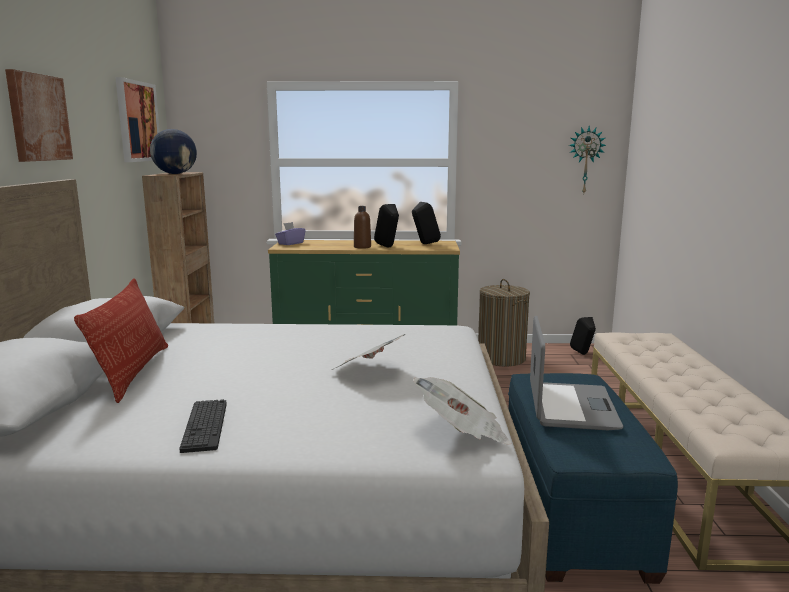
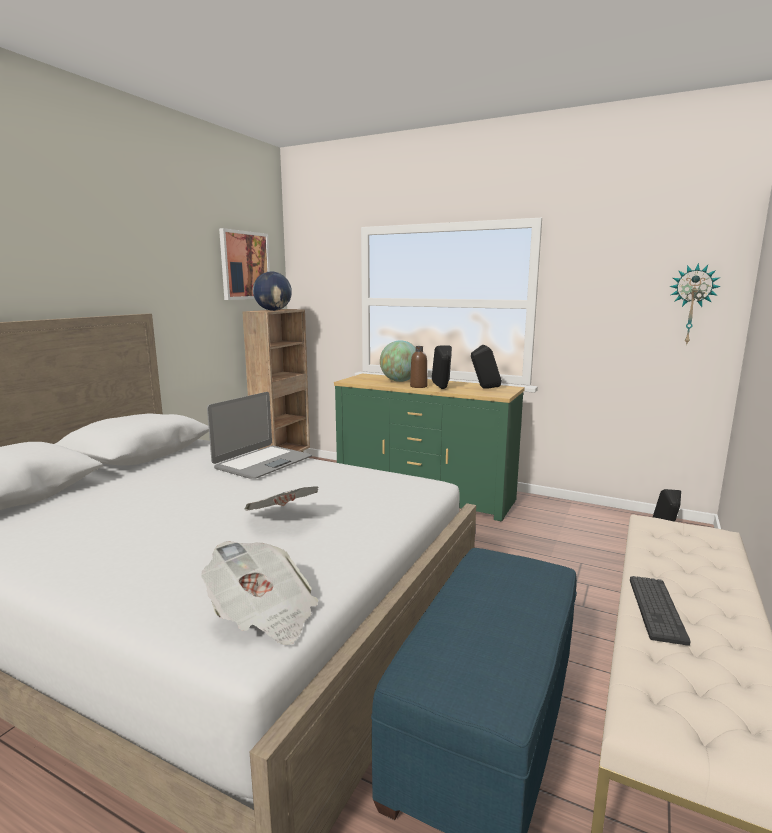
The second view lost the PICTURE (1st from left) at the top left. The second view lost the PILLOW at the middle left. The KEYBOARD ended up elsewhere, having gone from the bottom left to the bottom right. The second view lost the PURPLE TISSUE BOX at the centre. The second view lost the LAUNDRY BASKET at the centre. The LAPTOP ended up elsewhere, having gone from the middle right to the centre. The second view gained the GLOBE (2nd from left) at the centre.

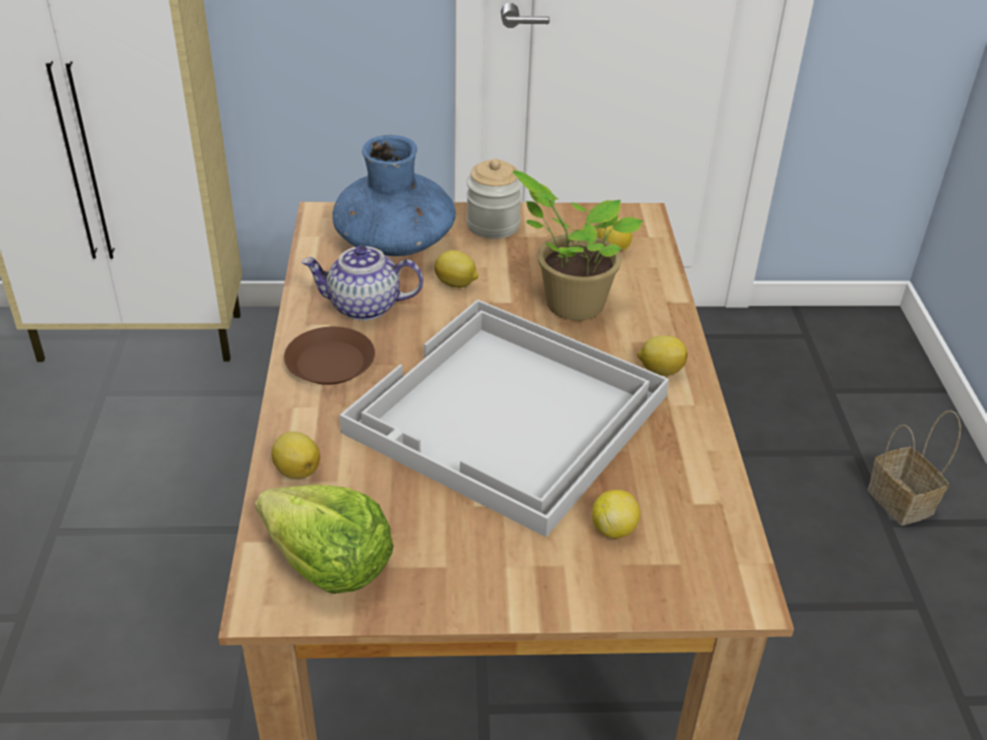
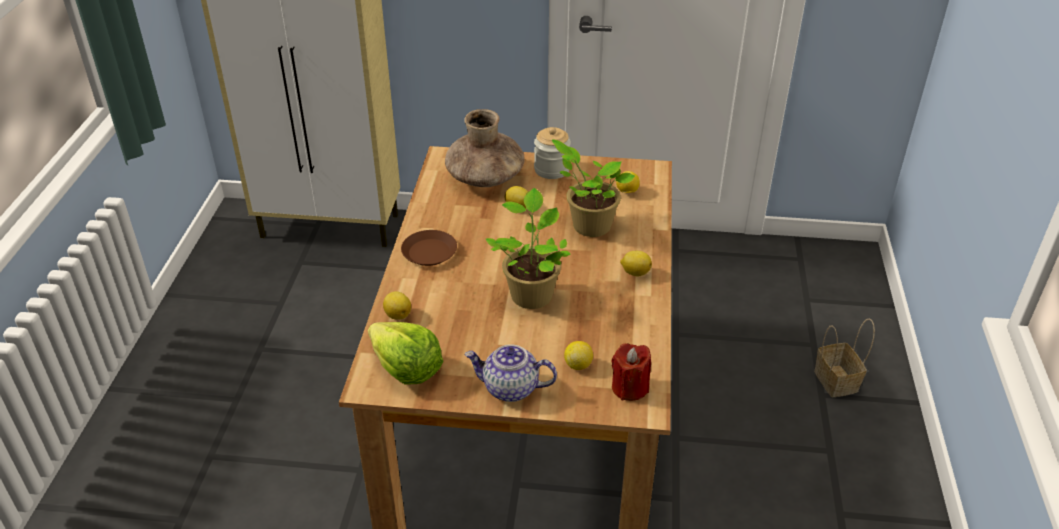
The TEAPOT ended up elsewhere, having gone from the centre to the bottom centre. What was the BLUE VASE at the top centre turned into the BROWN VASE at the top centre. Where the WHITE TRAY stood at the centre, the POTTED PLANT (1st from left) came to stand at the centre. The second view gained the RED CANDLE at the bottom centre.

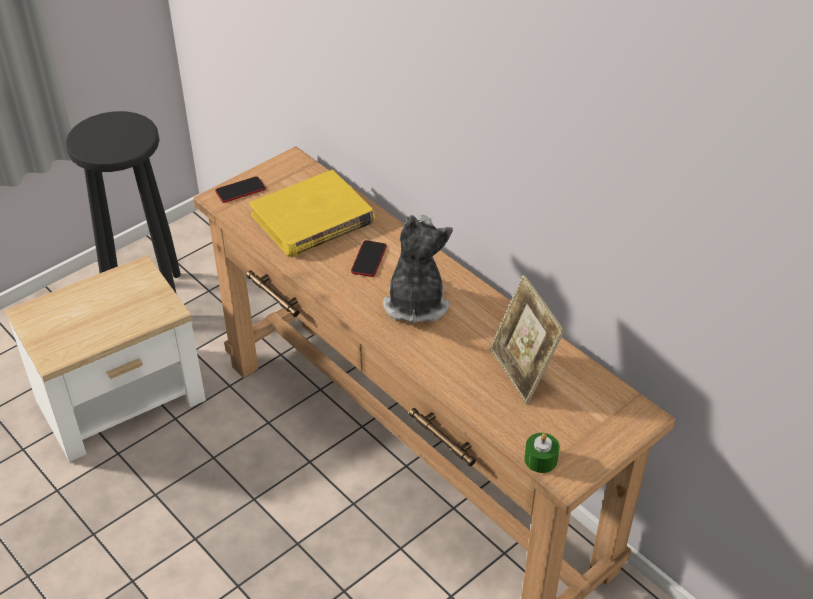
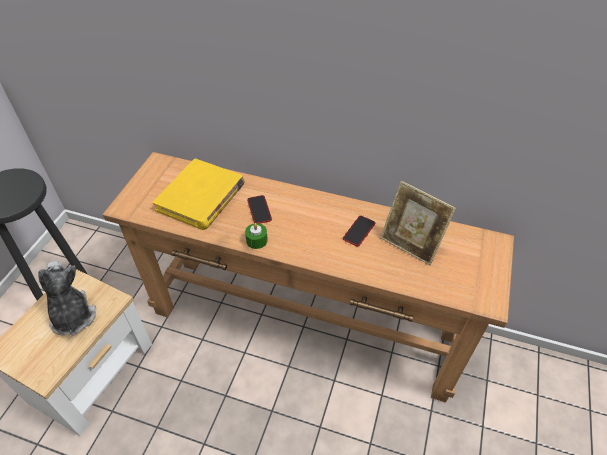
The PHONE (1st from left in the first image) ended up elsewhere, having gone from the top left to the centre. The PLUSH TOY ended up elsewhere, having gone from the centre to the middle left. The GREEN CANDLE ended up elsewhere, having gone from the bottom right to the centre.

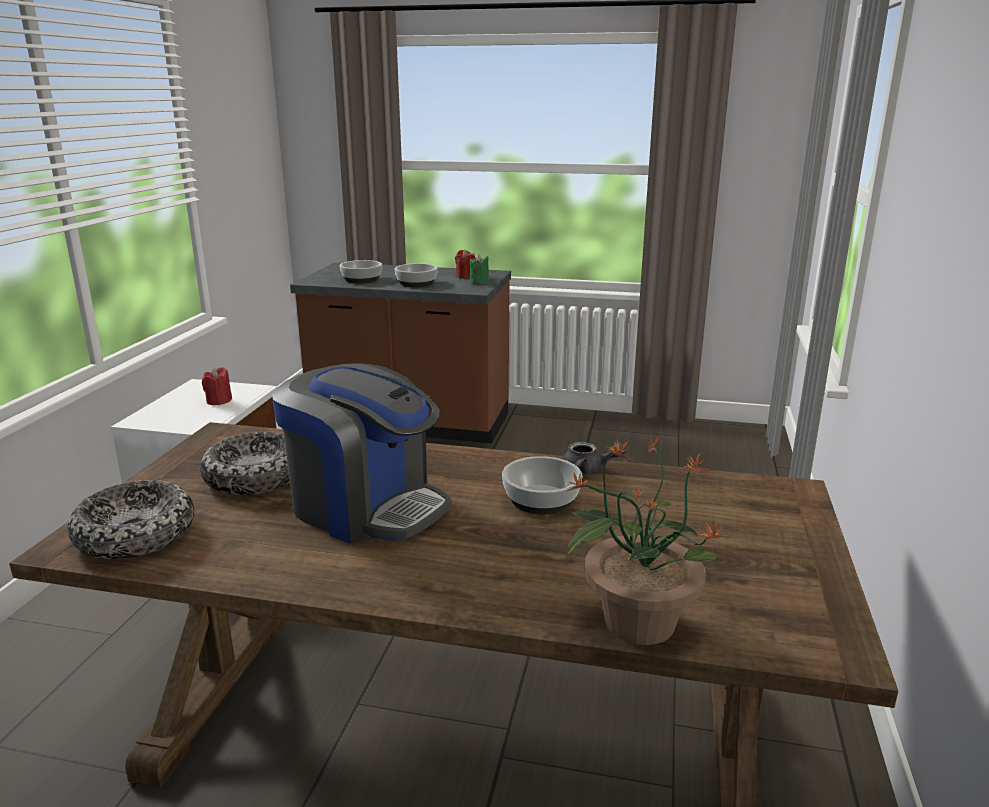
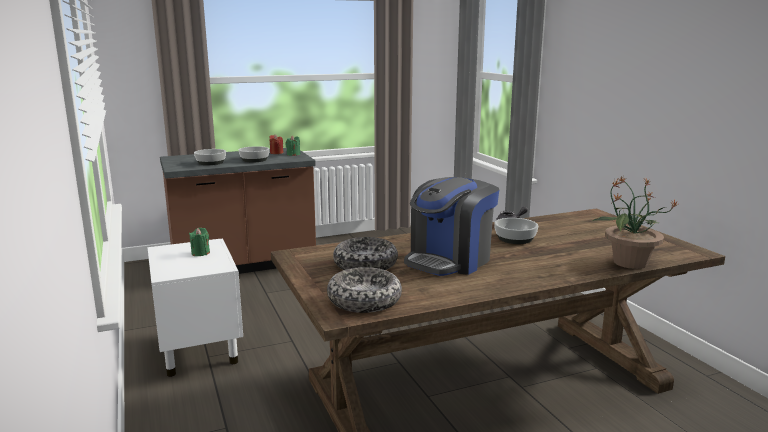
What was the RED CANDLE (1st from left) at the middle left turned into the GREEN CANDLE (1st from left) at the middle left. The COFFEE MACHINE at the centre ended up facing another way, 135 degrees clockwise from before.

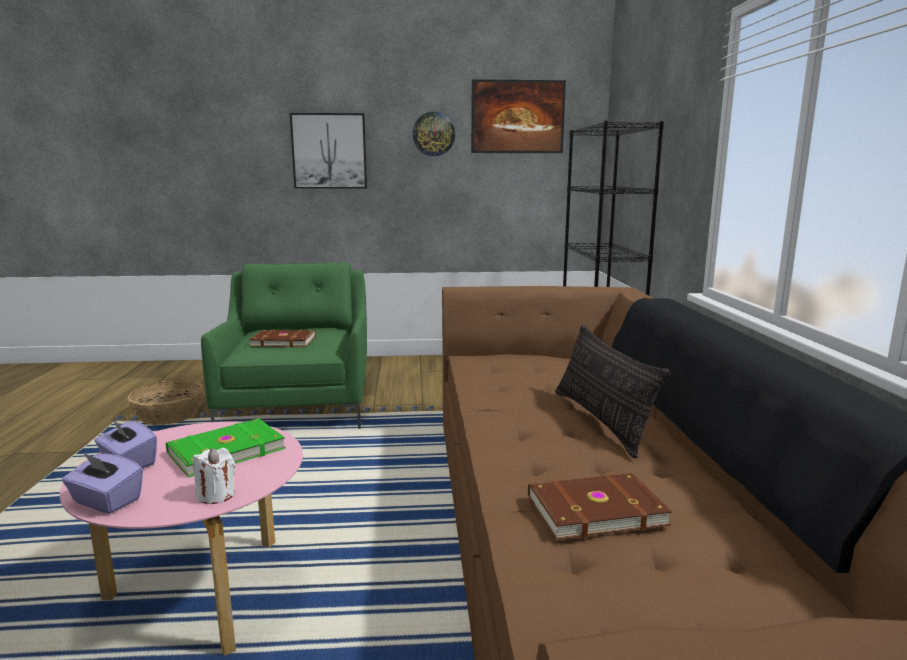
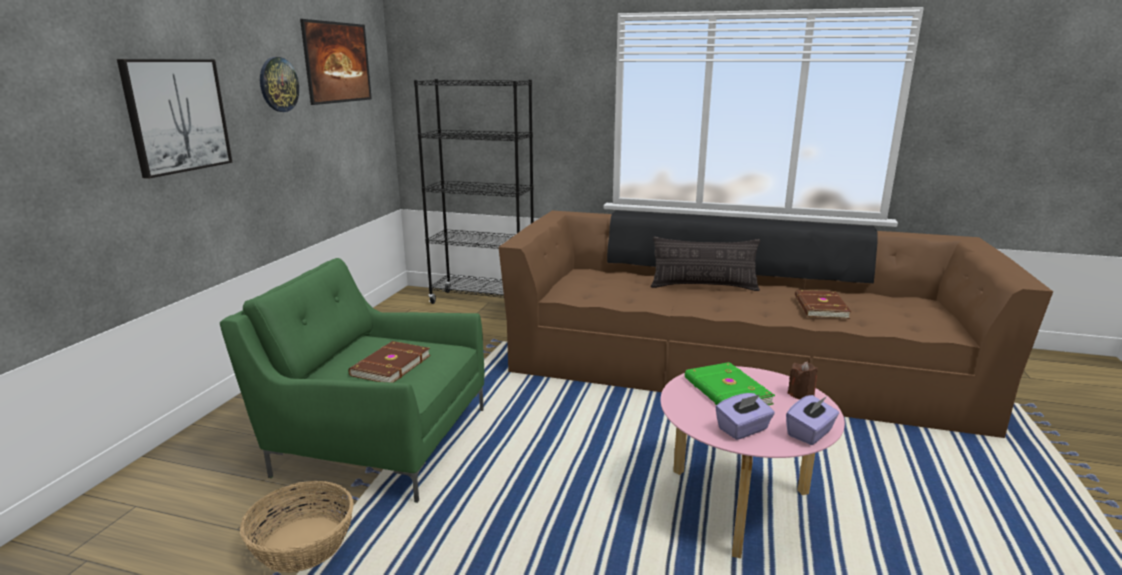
What was the WHITE CANDLE at the bottom left turned into the BROWN CANDLE at the middle right.

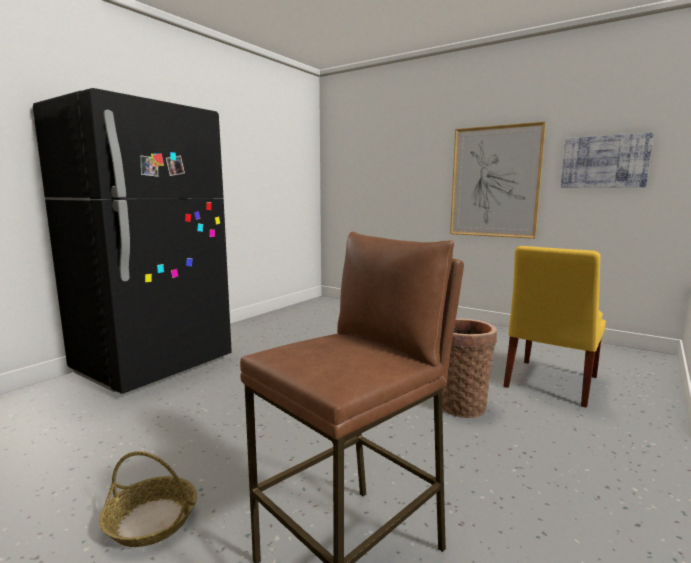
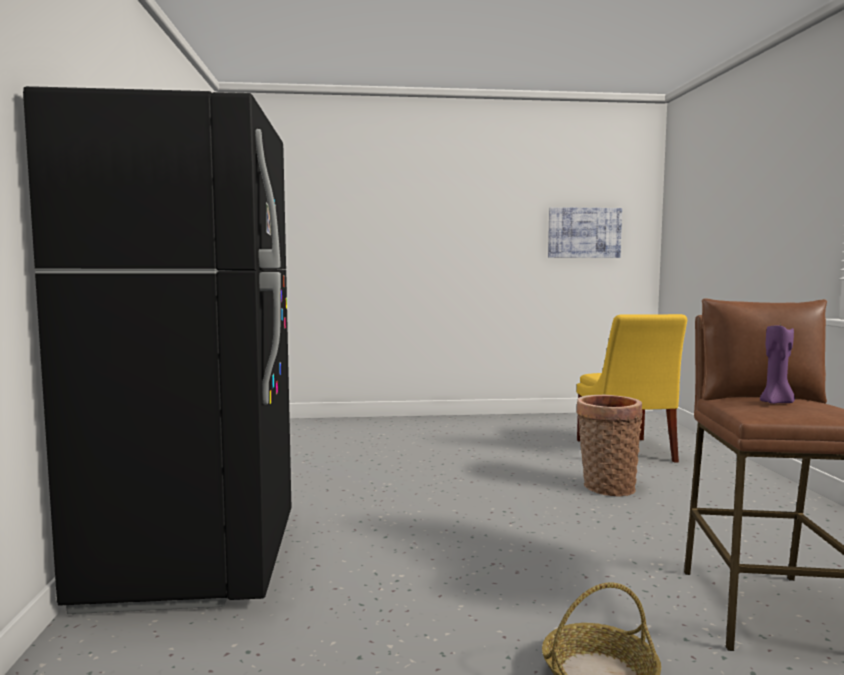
The second view lost the PICTURE (1st from left) at the top right. The second view gained the PURPLE CANDLE at the middle right.

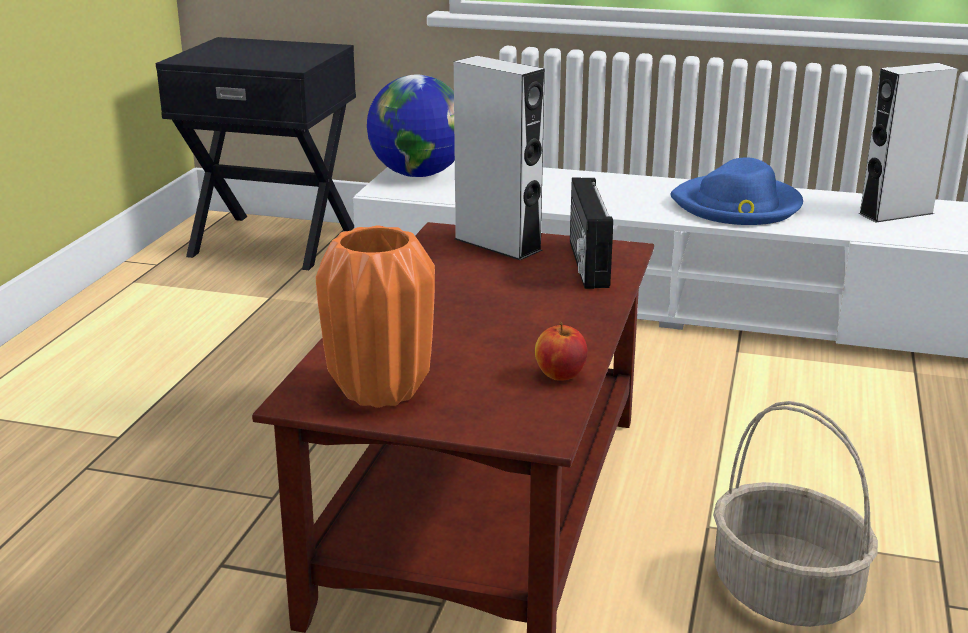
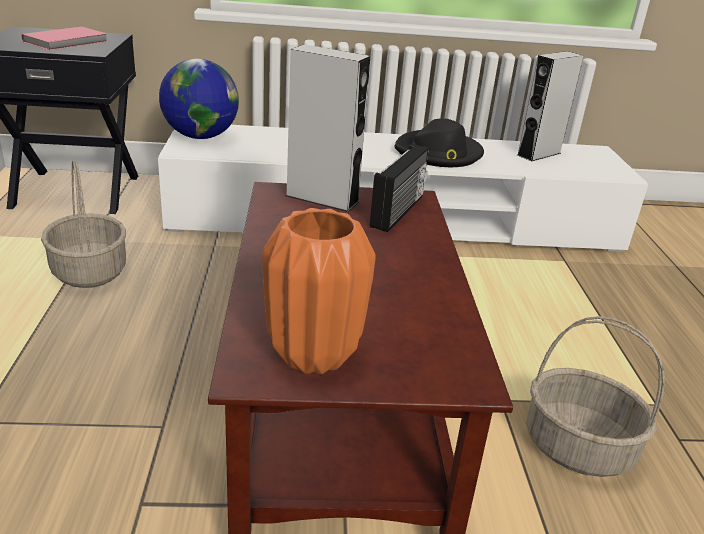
The second view lost the APPLE at the centre. The RADIO at the centre ended up facing another way, 135 degrees counterclockwise from before. What was the BLUE HAT at the top right turned into the BLACK HAT at the top centre. The second view gained the PINK BOOK at the top left. The second view gained the BASKET (1st from left) at the middle left.

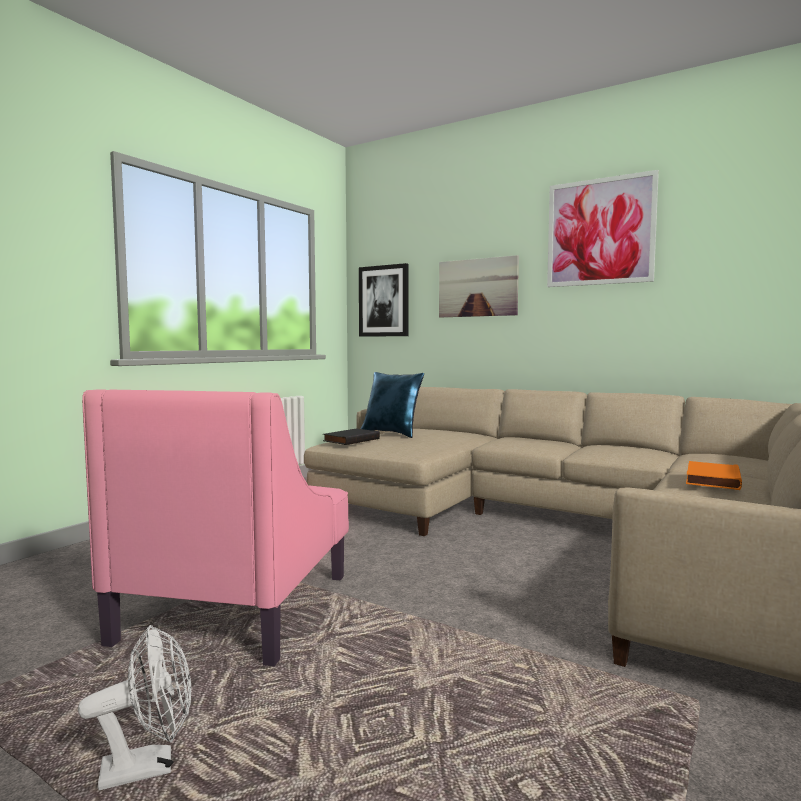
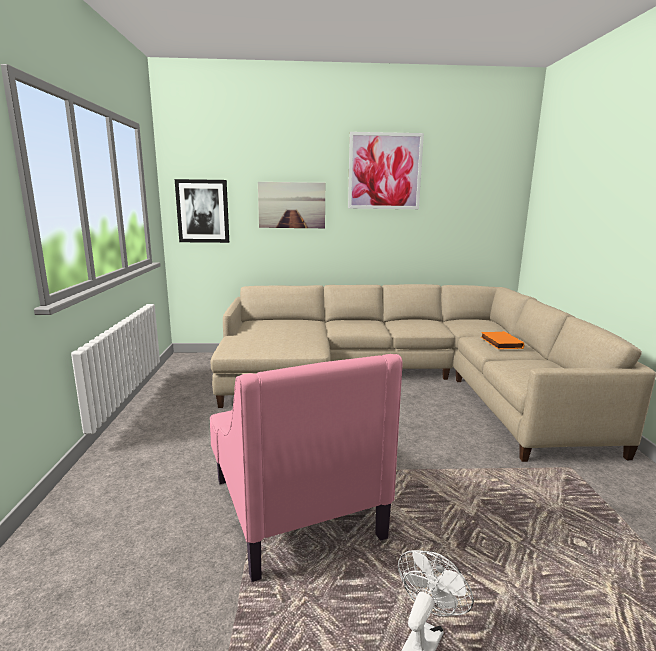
The second view lost the BLACK BOOK at the centre. The second view lost the BLUE PILLOW at the centre.

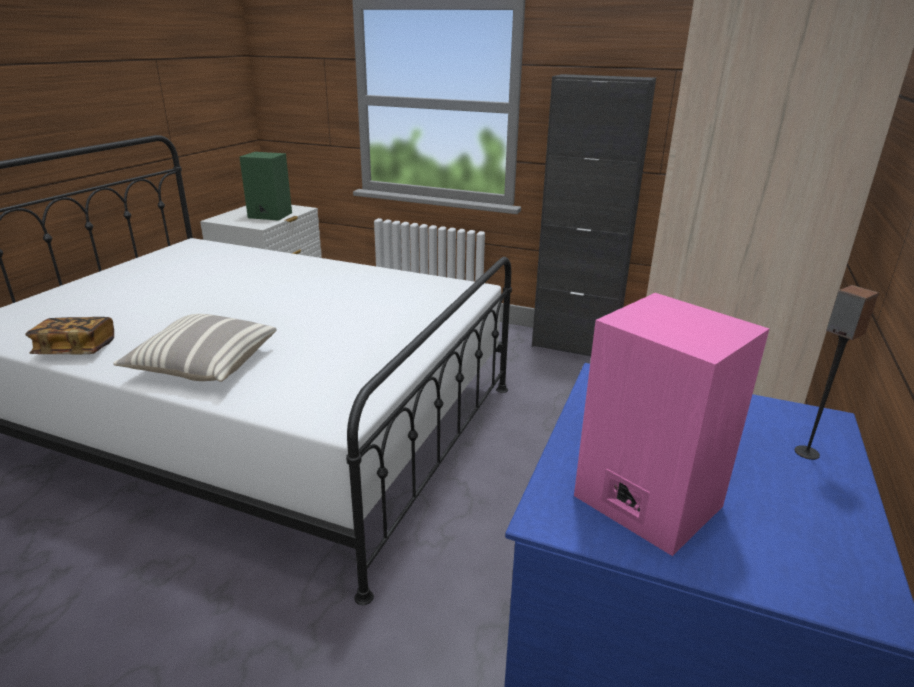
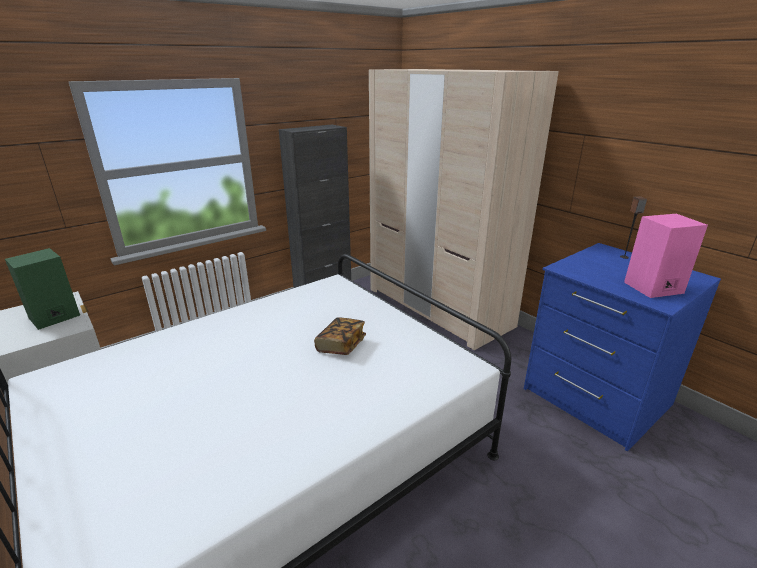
The BOOK ended up elsewhere, having gone from the middle left to the centre. The second view lost the PILLOW at the middle left.

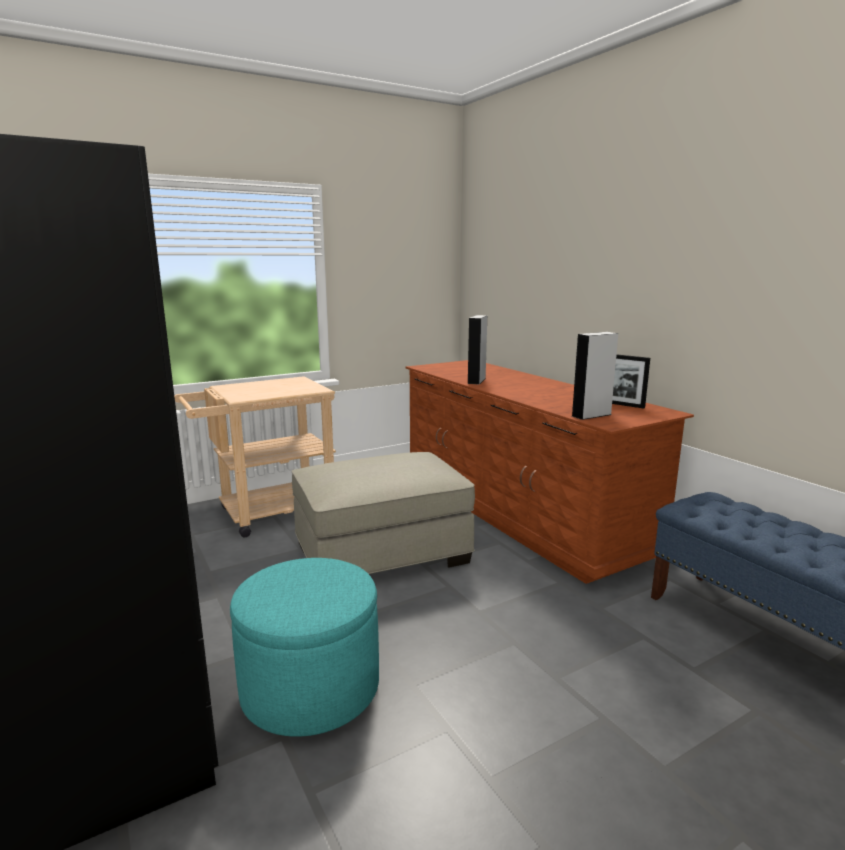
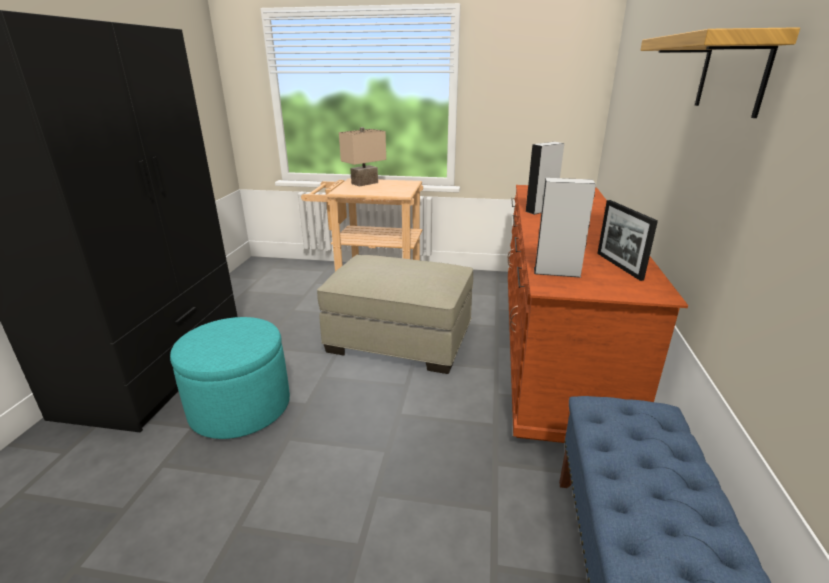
The second view gained the BEIGE TABLE LAMP at the top centre. The second view gained the SHELF at the top right.

